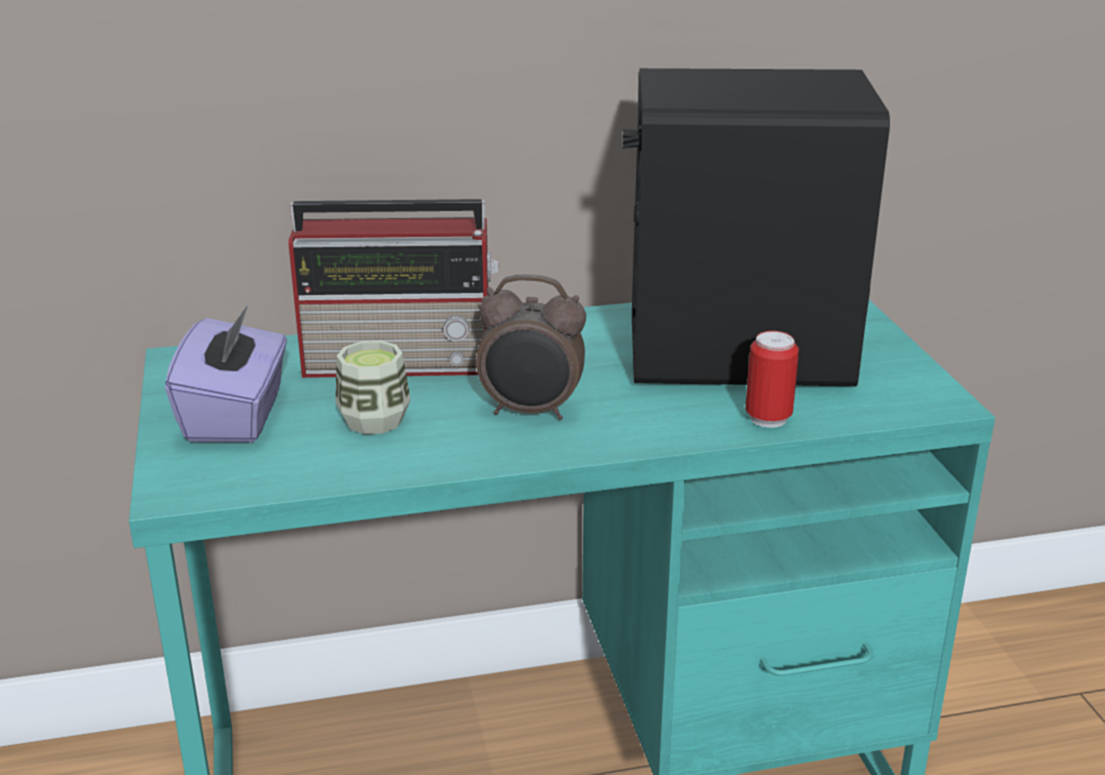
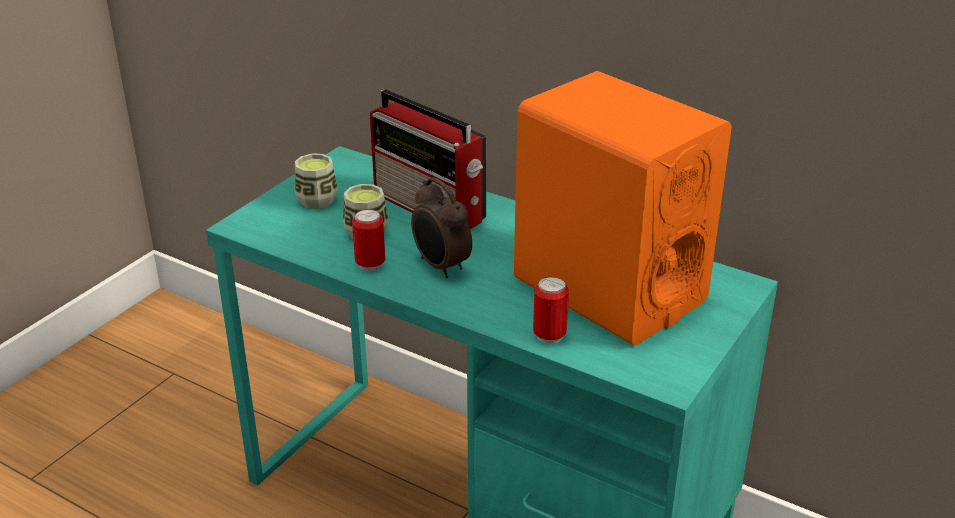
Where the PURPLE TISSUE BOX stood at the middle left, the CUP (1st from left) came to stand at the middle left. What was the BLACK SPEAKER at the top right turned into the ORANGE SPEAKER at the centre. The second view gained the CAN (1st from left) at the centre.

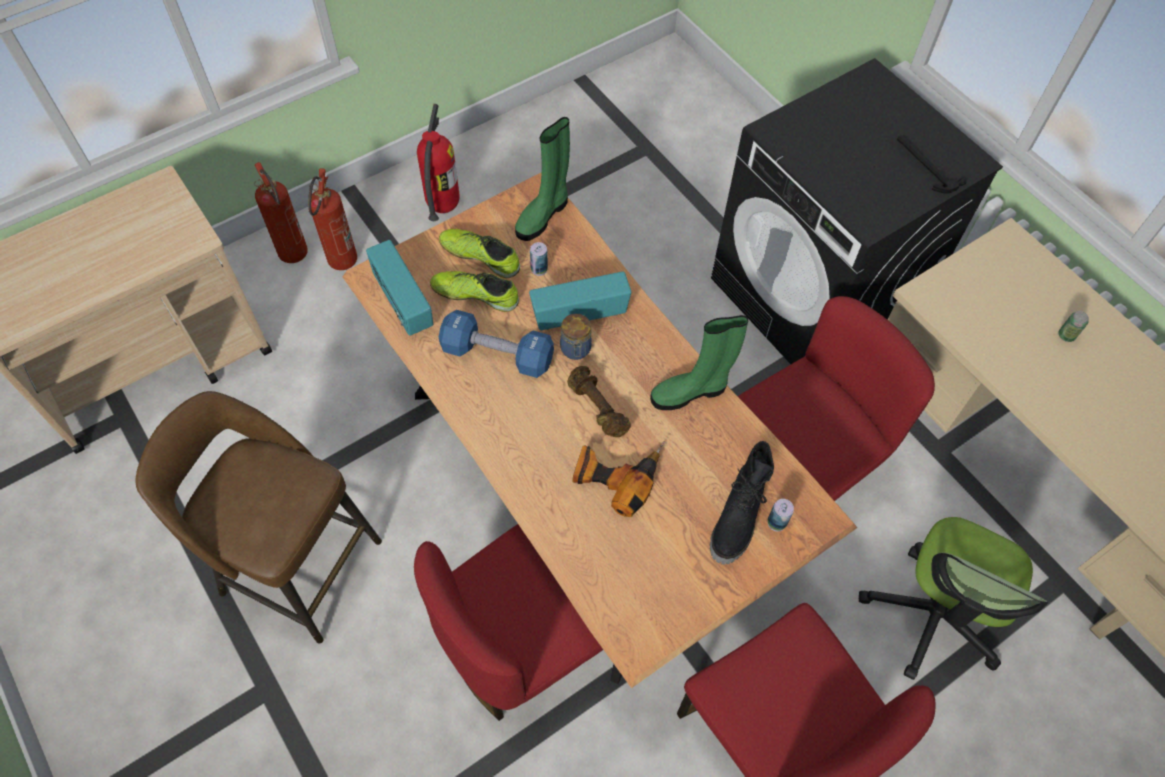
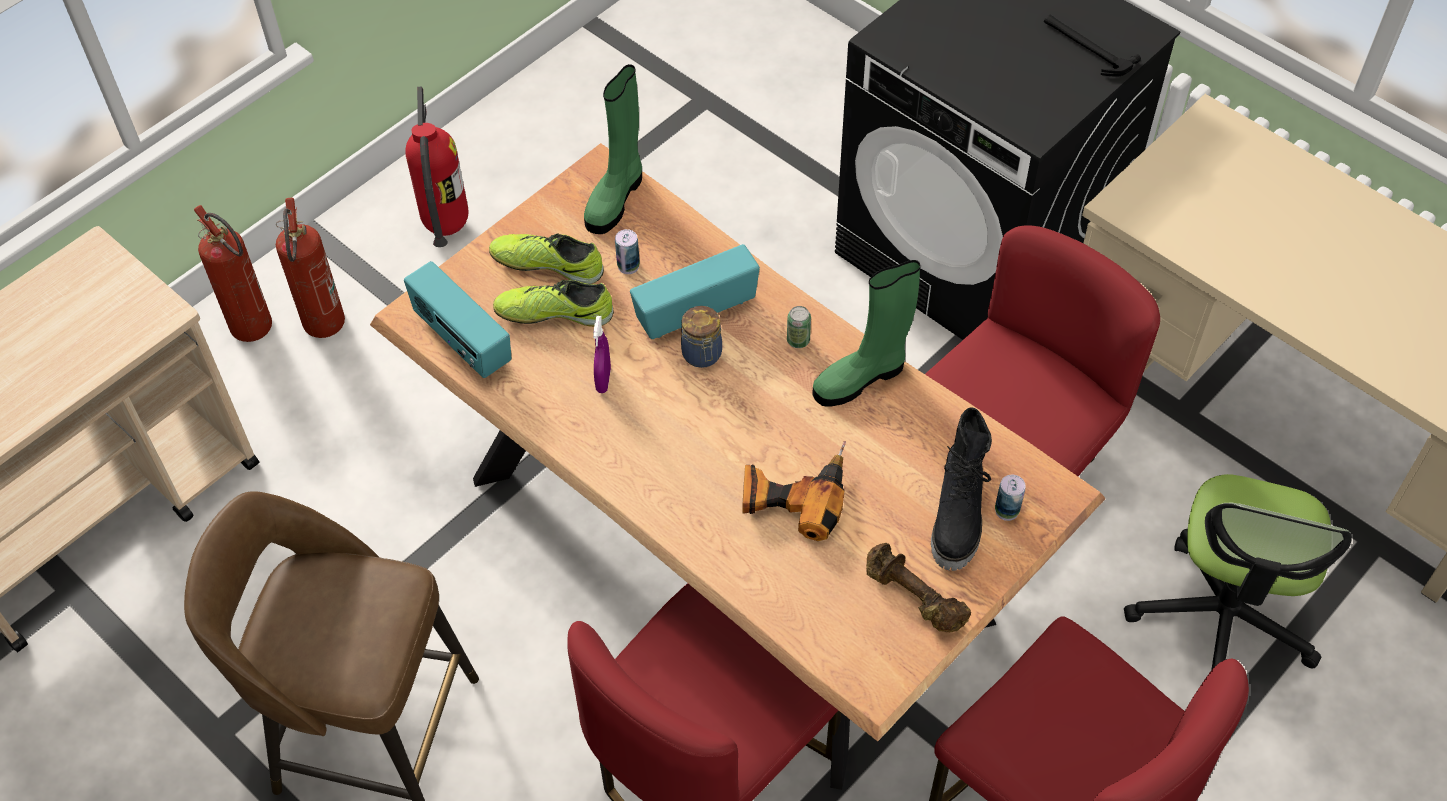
Where the BLUE DUMBBELL stood at the centre, the PURPLE SPRAY BOTTLE came to stand at the centre. The BROWN DUMBBELL ended up elsewhere, having gone from the centre to the bottom centre. The CAN (3rd from left in the first image) ended up elsewhere, having gone from the middle right to the centre.

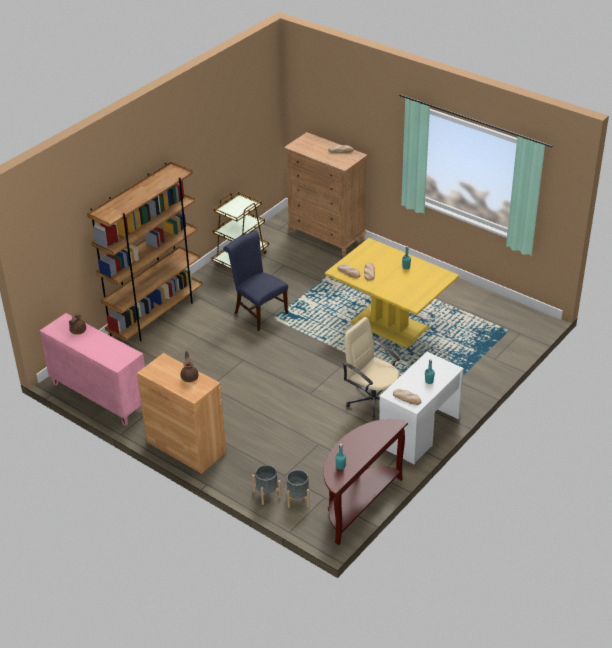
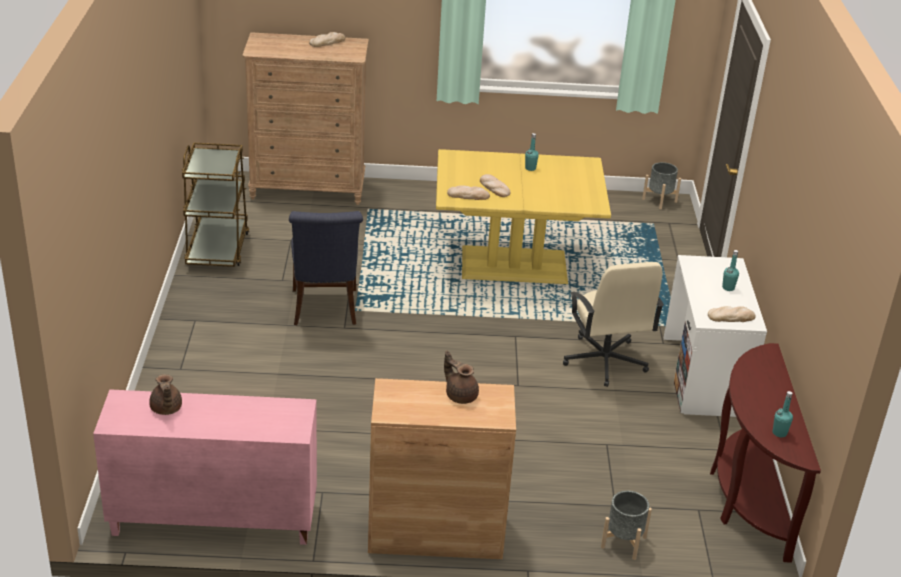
The second view lost the BROWN BOOKCASE at the middle left. The BLUE CHAIR at the centre ended up facing another way, 105 degrees counterclockwise from before. The GREY PLANTER (2nd from left) ended up elsewhere, having gone from the bottom centre to the top right. The BEIGE OFFICE CHAIR at the centre ended up facing another way, 105 degrees counterclockwise from before.

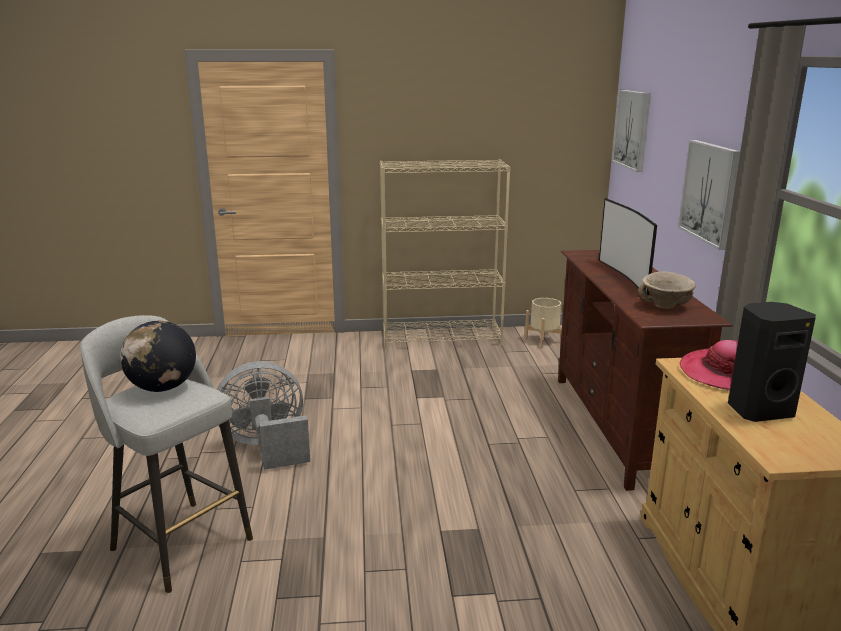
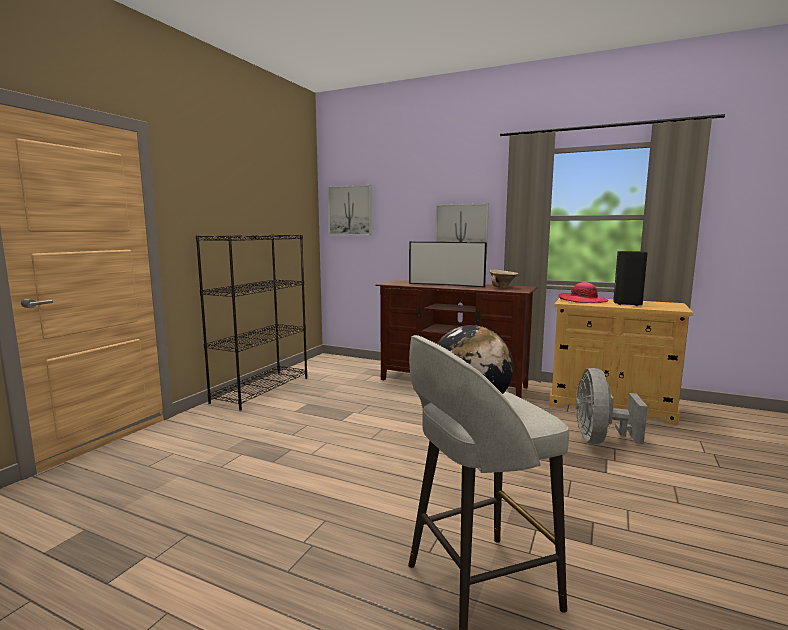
The GREY FAN ended up elsewhere, having gone from the middle left to the middle right. What was the BEIGE BOOKCASE at the centre turned into the BLACK BOOKCASE at the middle left. The second view lost the BEIGE PLANTER at the centre.

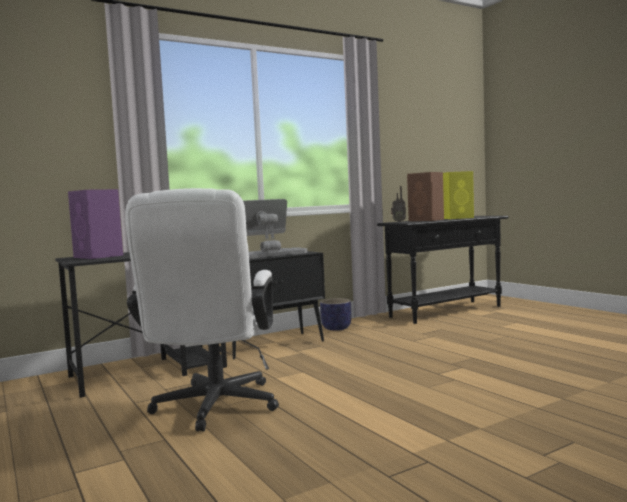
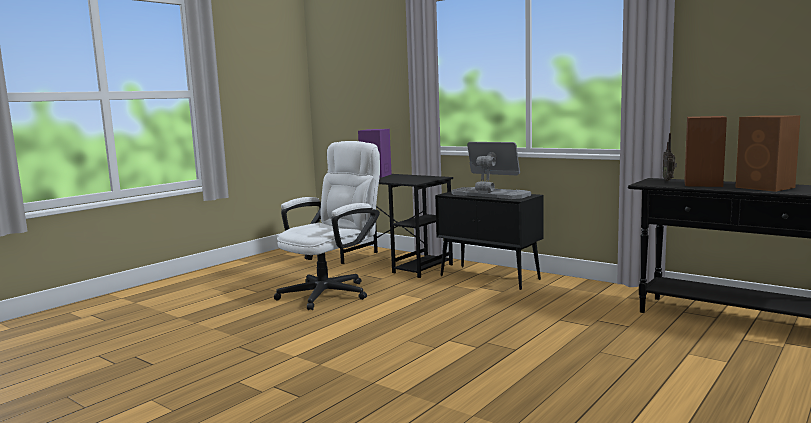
The WHITE OFFICE CHAIR at the middle left ended up facing another way, 150 degrees clockwise from before. The second view lost the PLANTER at the centre. What was the YELLOW SPEAKER at the middle right turned into the BROWN SPEAKER (2nd from left) at the middle right.

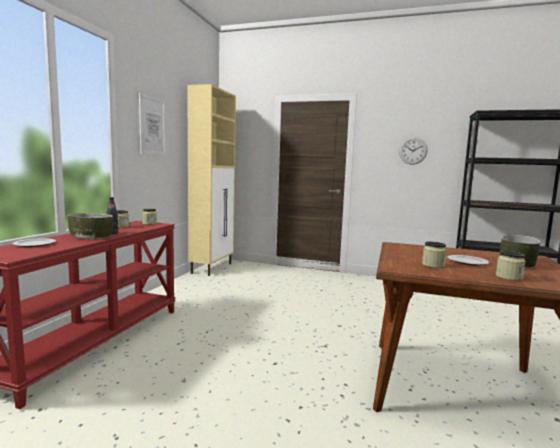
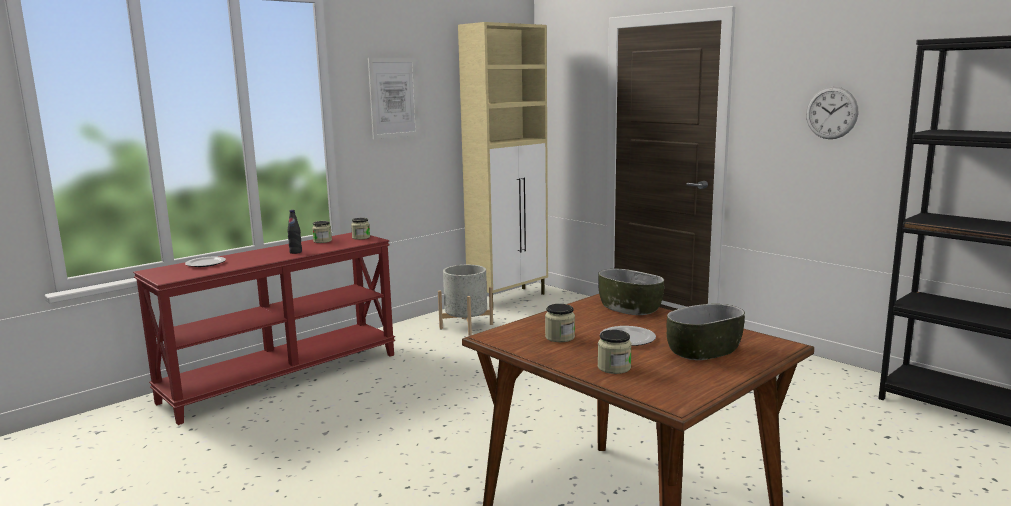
The BOWL (1st from left) ended up elsewhere, having gone from the middle left to the centre. The second view gained the GREY PLANTER at the centre.

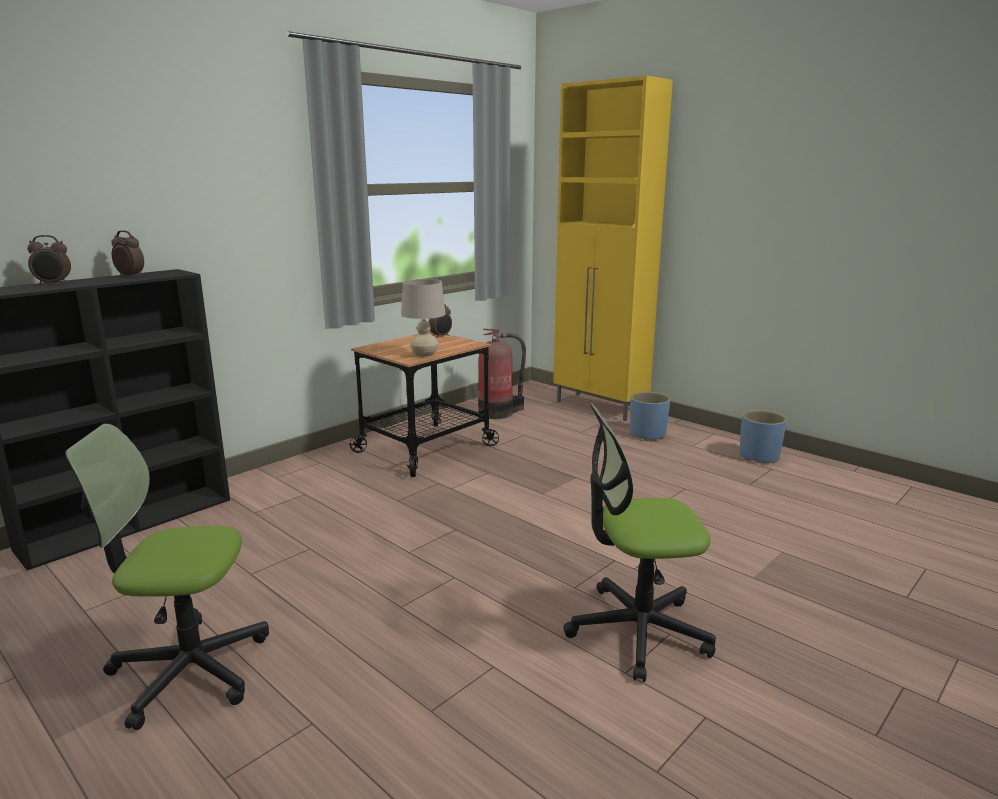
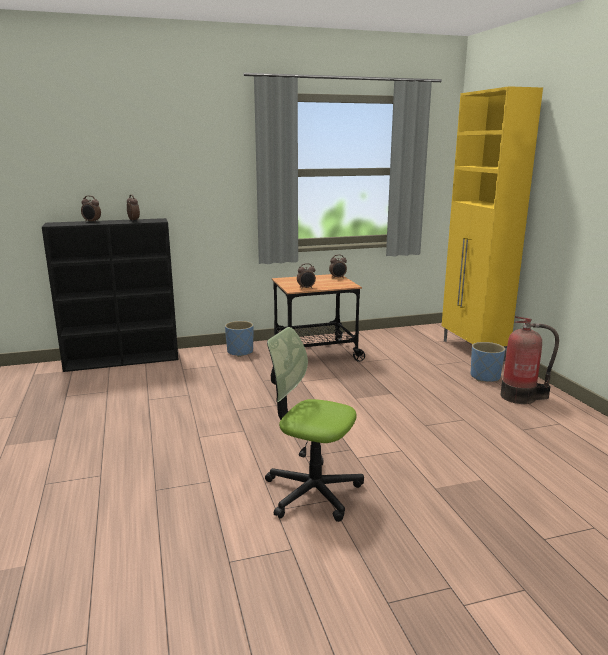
The second view lost the OFFICE CHAIR (1st from left) at the bottom left. Where the BEIGE TABLE LAMP stood at the centre, the ALARM CLOCK (3rd from left) came to stand at the centre. The FIRE EXTINGUISHER ended up elsewhere, having gone from the centre to the middle right. The BLUE PLANTER (2nd from left in the first image) ended up elsewhere, having gone from the middle right to the centre.

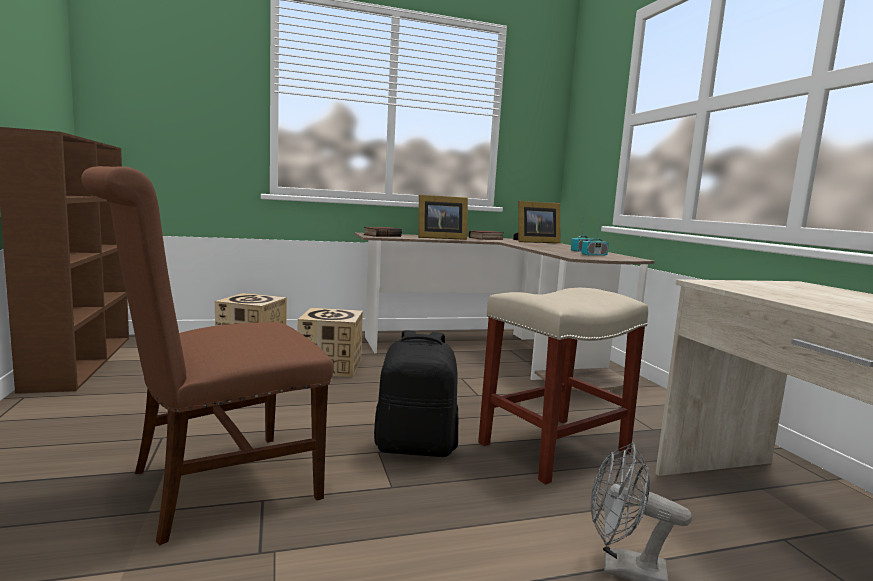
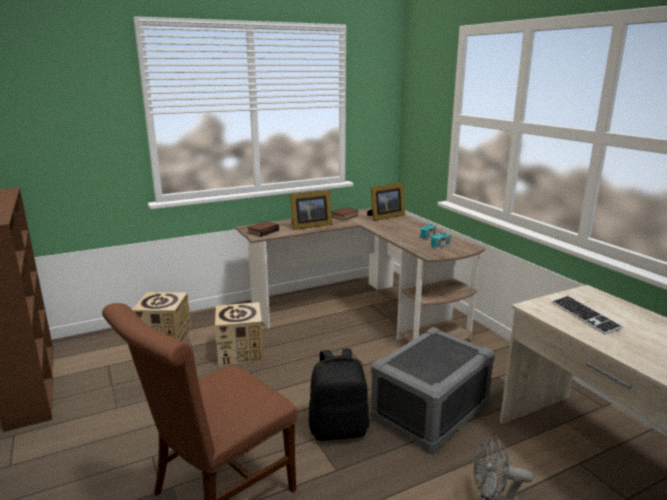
Where the BEIGE STOOL stood at the centre, the GREY STORAGE BOX came to stand at the bottom centre. The second view gained the KEYBOARD at the middle right.

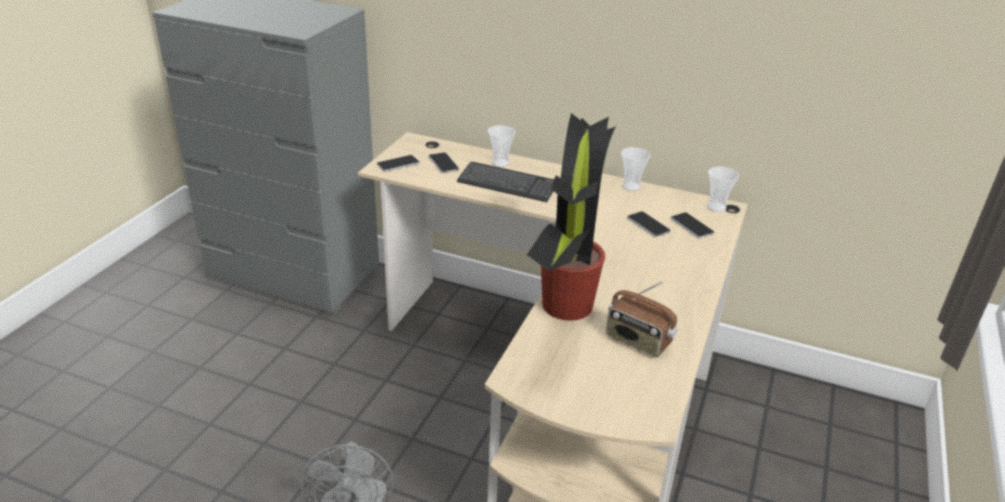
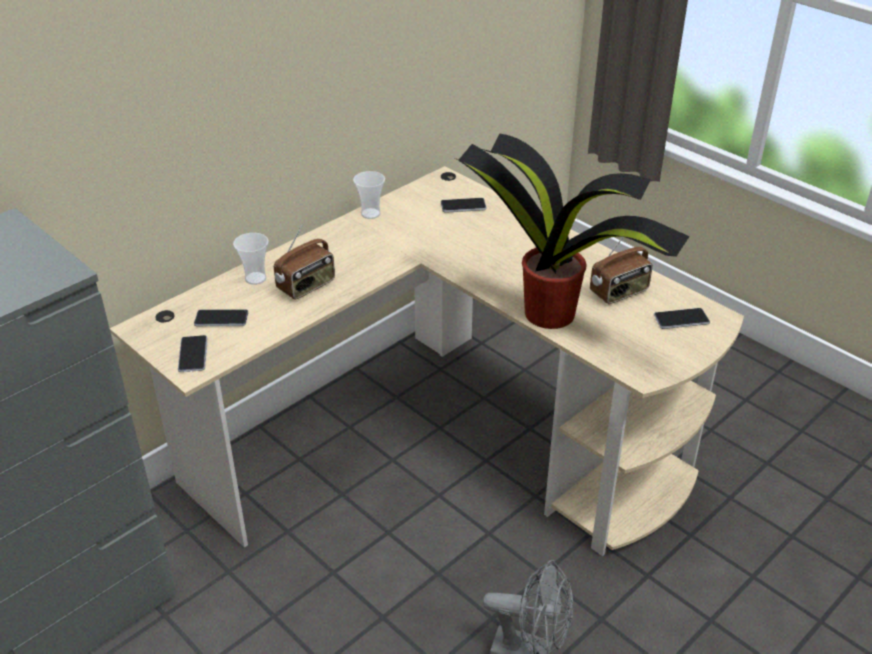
Where the KEYBOARD stood at the centre, the RADIO (1st from left) came to stand at the centre. The PHONE (3rd from left in the first image) ended up elsewhere, having gone from the centre to the middle right. The second view lost the CUP (3rd from left) at the middle right.

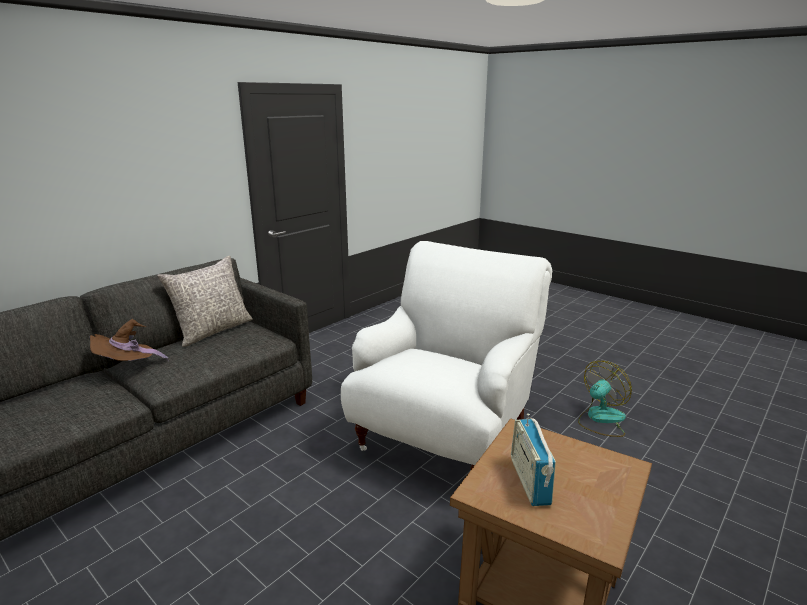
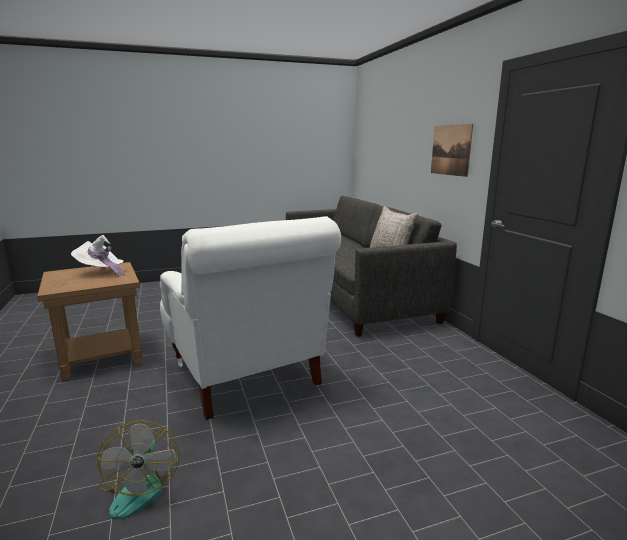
The second view lost the BROWN HAT at the middle left. Where the RADIO stood at the bottom centre, the WHITE HAT came to stand at the middle left. The second view gained the PICTURE at the top right.

